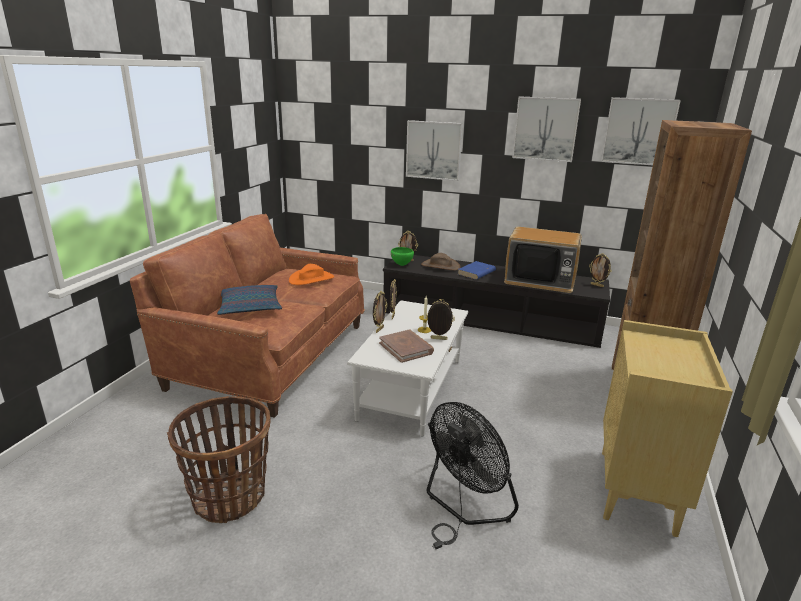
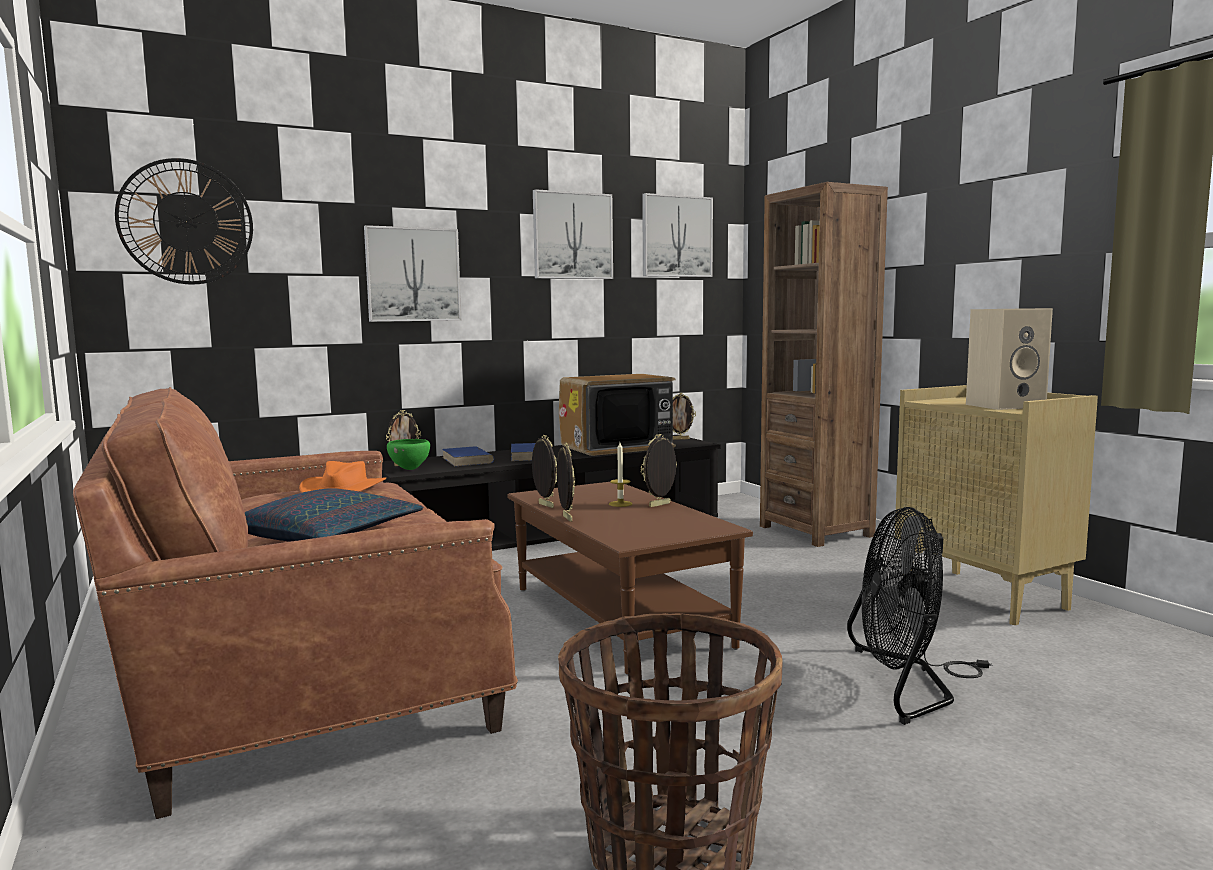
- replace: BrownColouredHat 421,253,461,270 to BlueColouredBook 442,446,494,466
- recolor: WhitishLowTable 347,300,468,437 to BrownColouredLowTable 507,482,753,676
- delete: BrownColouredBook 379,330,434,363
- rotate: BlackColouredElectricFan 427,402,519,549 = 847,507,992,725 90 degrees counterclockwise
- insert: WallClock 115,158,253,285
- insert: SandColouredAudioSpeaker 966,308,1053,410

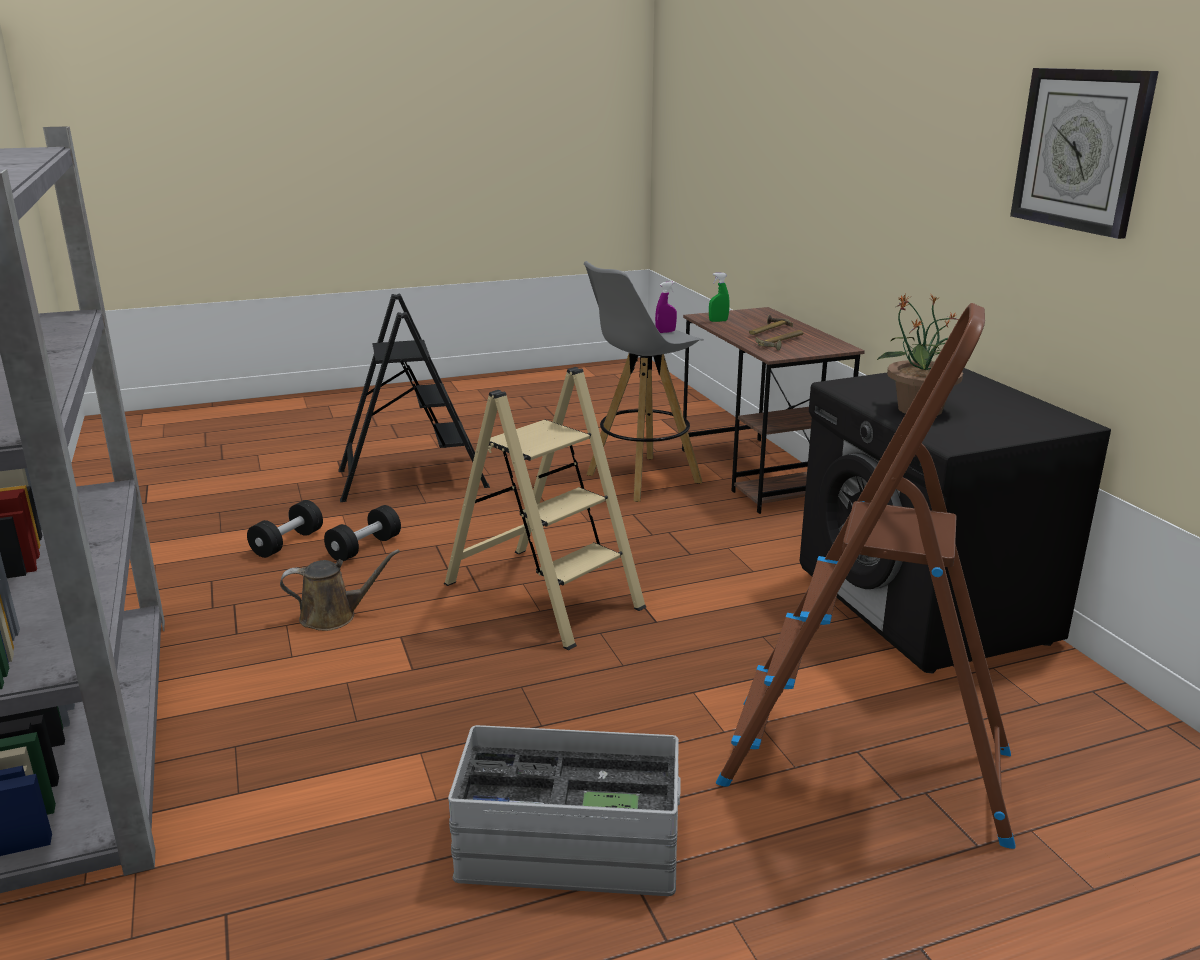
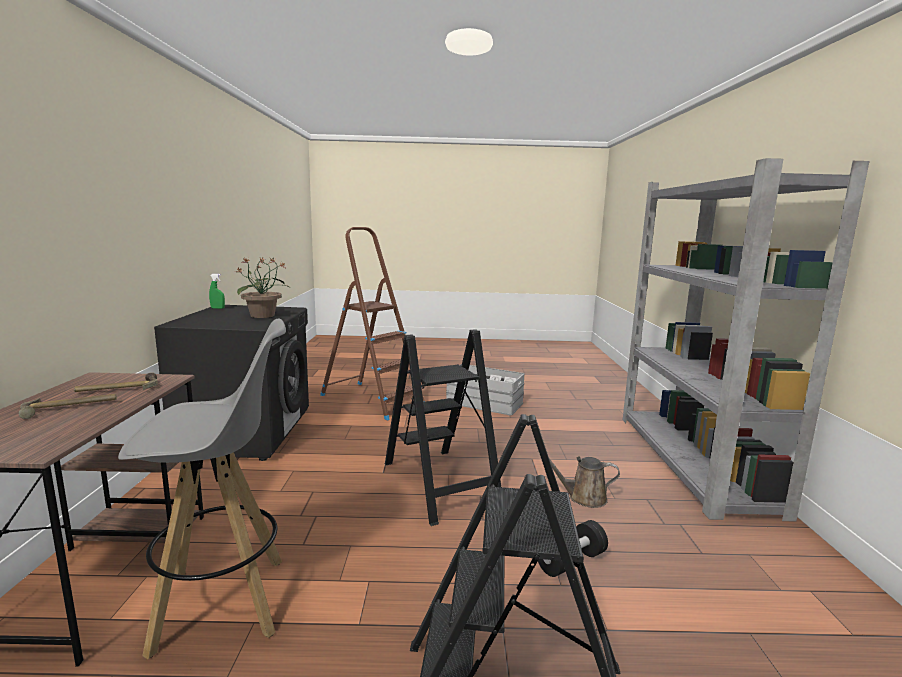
- delete: WallClock 1010,68,1159,239
- move: GreenishSprayer 709,273,729,322 to 209,274,225,309
- delete: PurplishSprayer 655,281,677,333
- recolor: SandColouredStepladder 444,367,646,650 to BlackColouredStepladder 384,329,501,526
- delete: BlackColouredFreeWeight 247,500,323,558

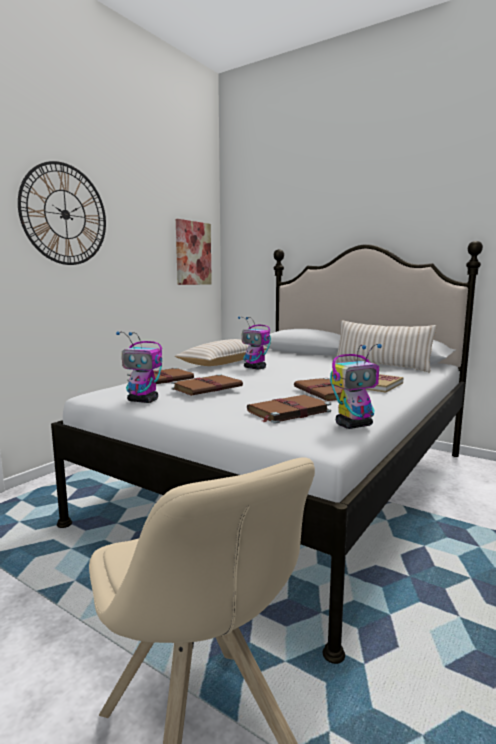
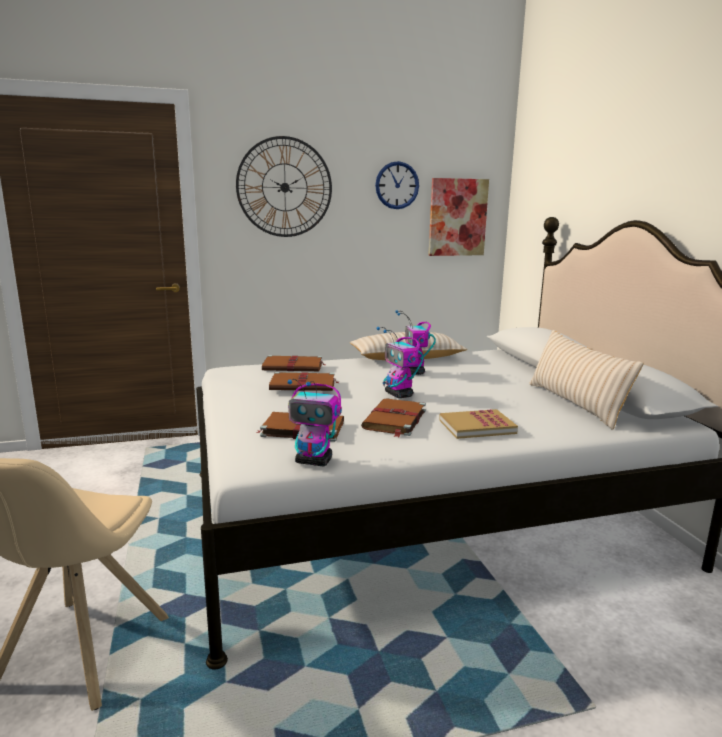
- move: RobotFigure 116,331,162,403 to 377,327,424,398
- insert: WallClock 375,161,419,209

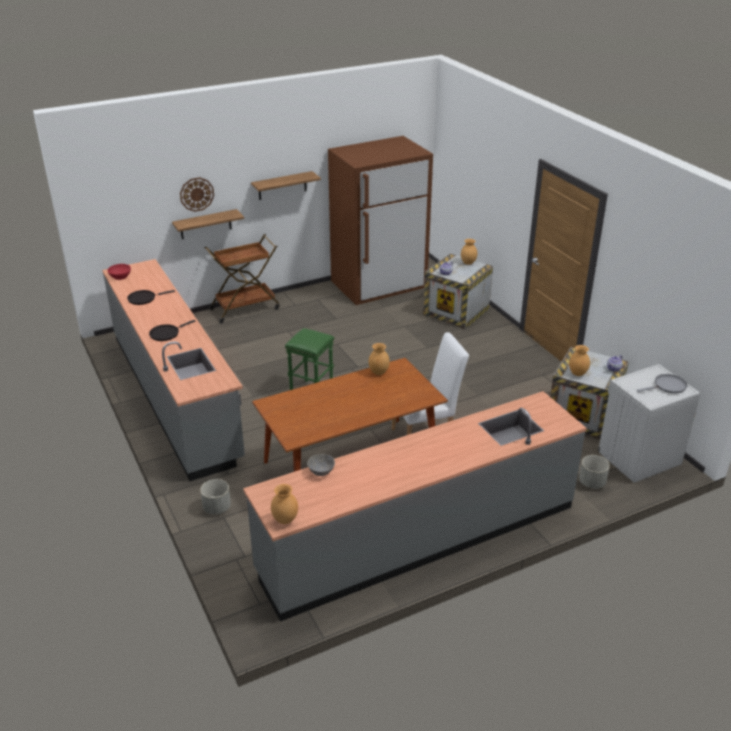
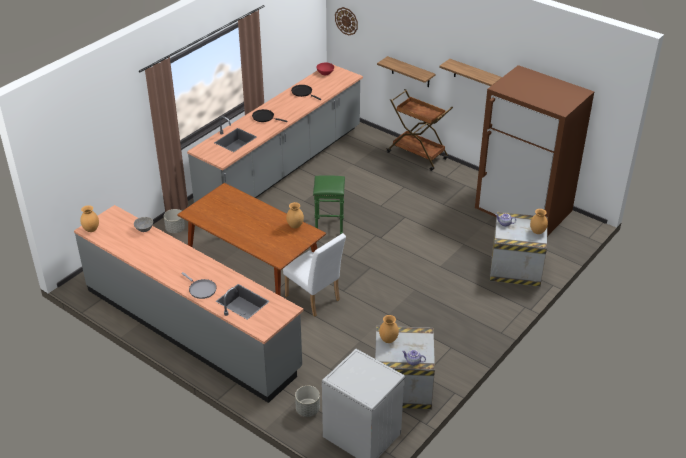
- move: WallClock 180,177,214,212 to 335,7,358,35
- move: GreyPan 637,374,687,393 to 181,272,217,299

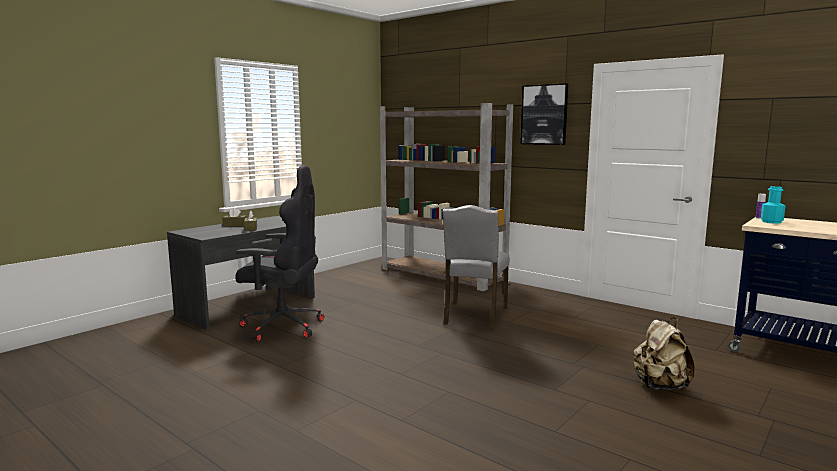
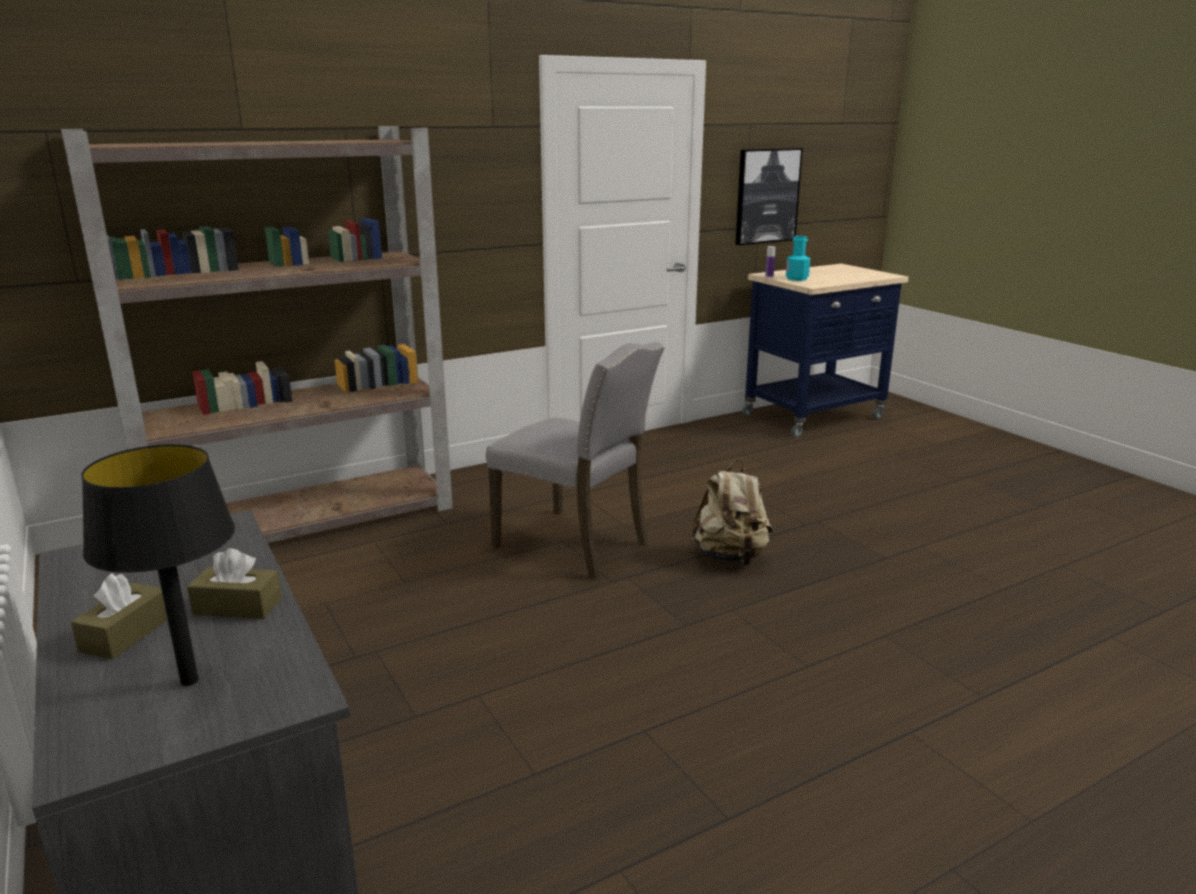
- move: WallArt 521,83,568,145 to 735,148,803,245
- delete: BlackColouredDeskChair 235,165,325,341
- move: SandColouredKnapsack 634,318,695,390 to 689,460,773,565
- insert: BlackColouredTabletopLamp 81,444,235,686

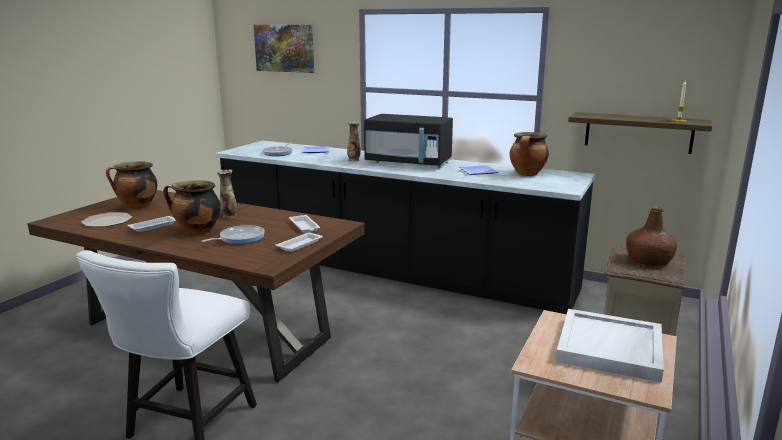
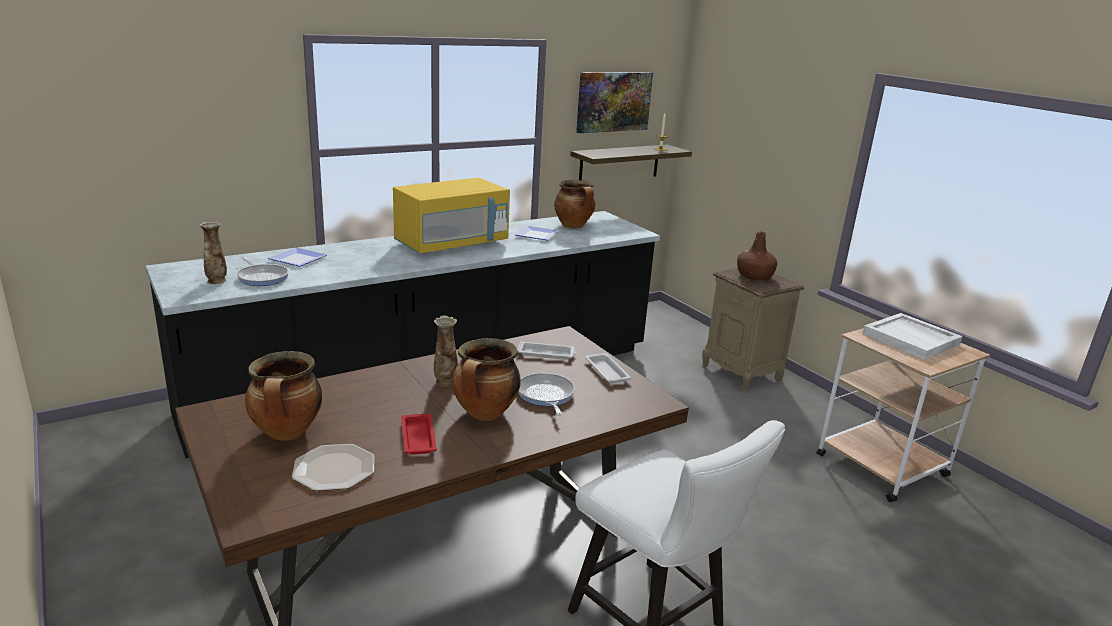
- move: WallArt 254,25,314,73 to 576,72,653,133
- recolor: BlackColouredMicrowave 364,114,453,168 to YellowishMicrowave 393,178,510,254
- move: DecorativeVase 347,122,360,162 to 200,222,227,284
- recolor: WhitishCarryingTray 127,216,176,232 to ReddishCarryingTray 401,414,437,455

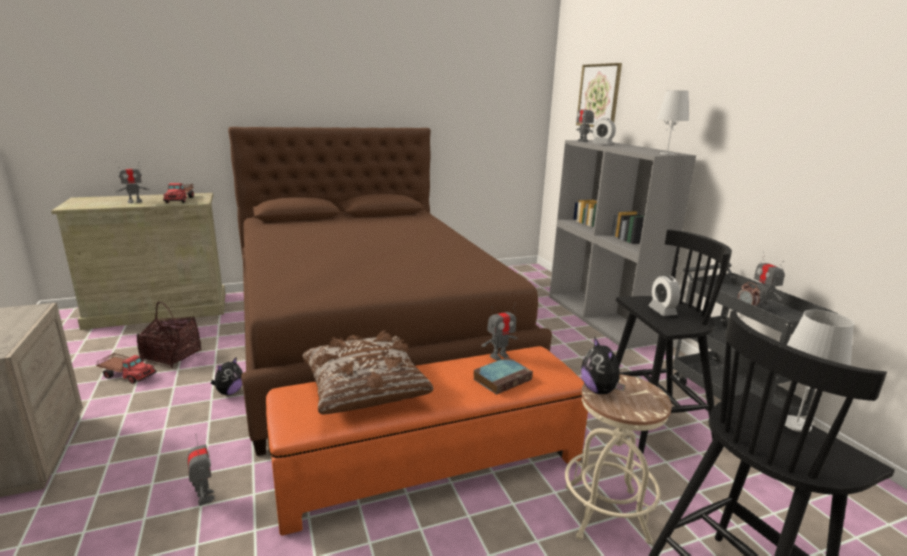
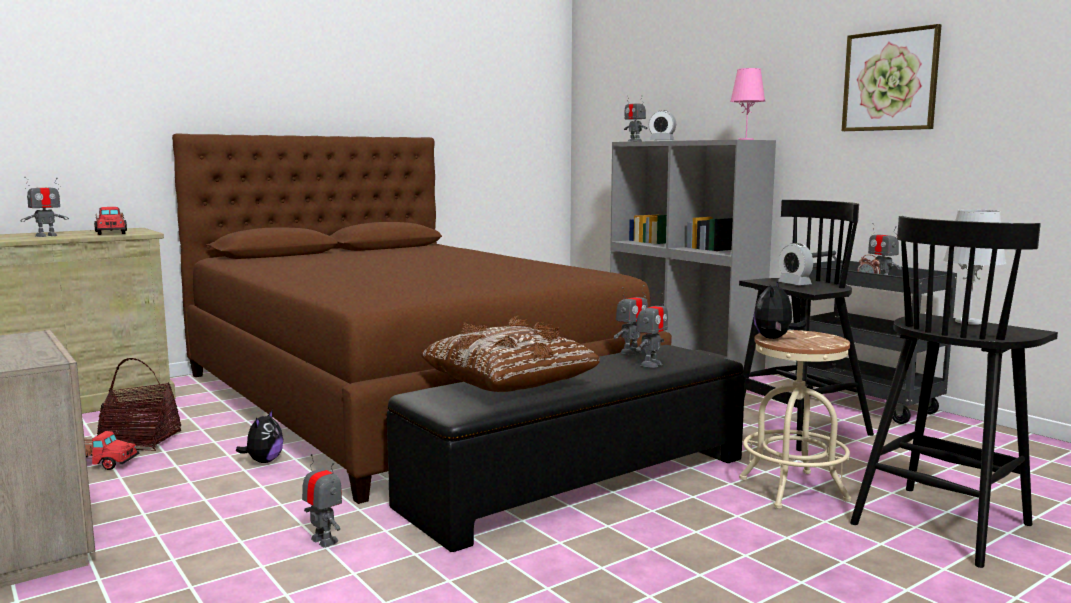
- move: WallArt 576,63,622,127 to 842,24,941,131
- recolor: WhitishTabletopLamp 657,90,689,155 to PinkishTabletopLamp 730,68,765,140
- rotate: CuddlyToy 581,336,625,394 = 754,281,806,339 60 degrees clockwise
- recolor: OrangeColouredBench 265,346,588,536 to BlackColouredBench 387,345,745,552
- replace: Book 474,357,533,395 to RobotFigure 636,293,668,367

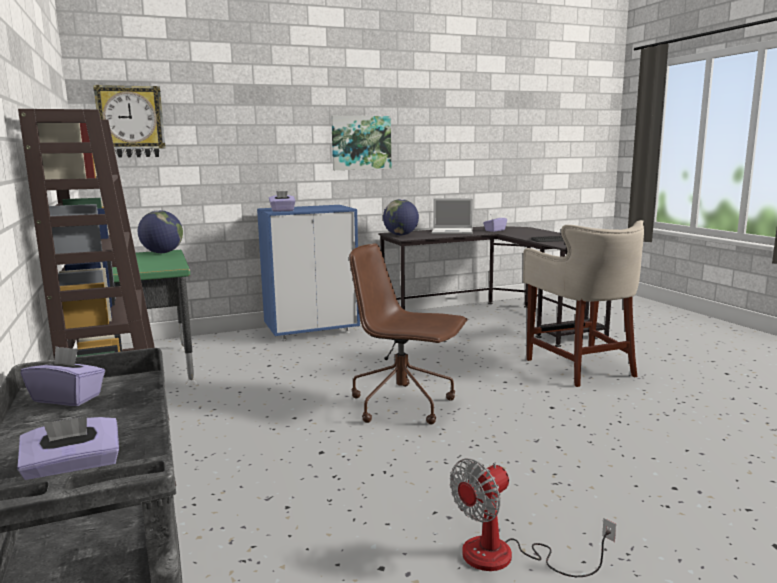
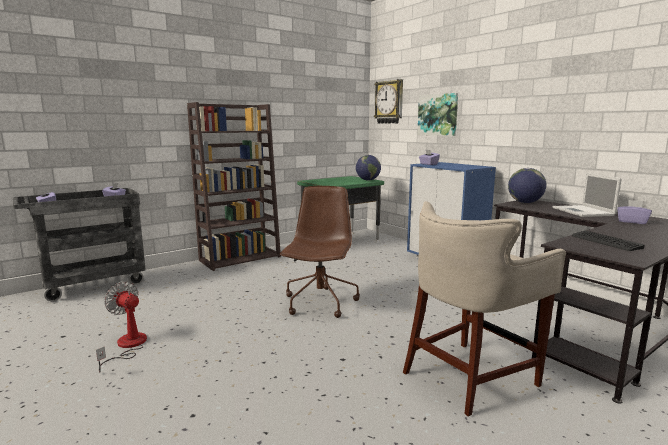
- move: WallArt 331,116,391,170 to 417,93,458,136

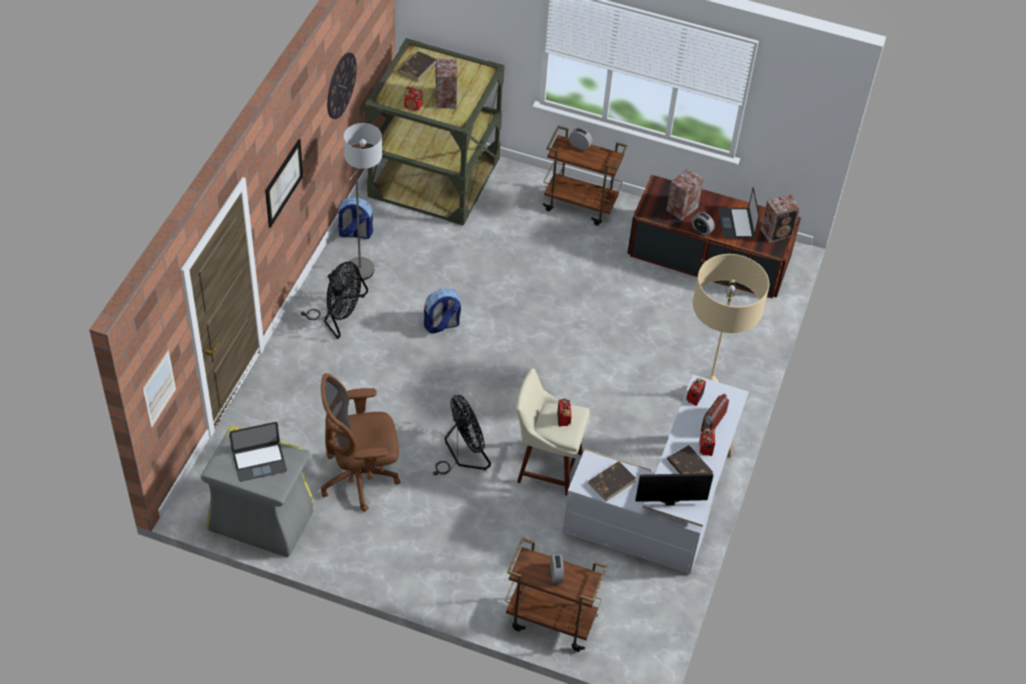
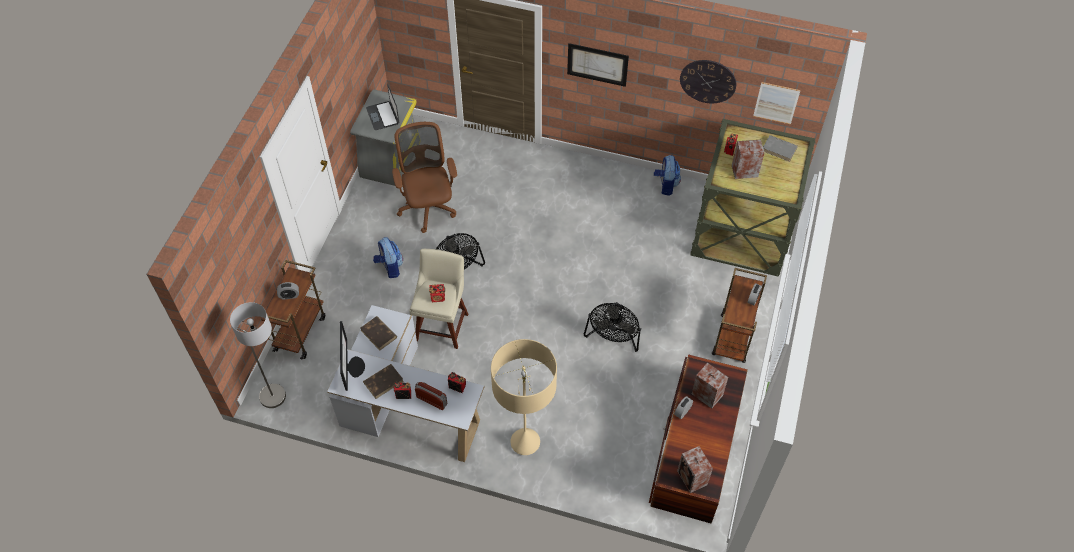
- recolor: BrownColouredBook 398,51,437,82 to GreyBook 763,135,798,162
- move: GreyStandingLamp 344,123,382,281 to 230,302,286,408
- delete: PortableComputer 718,187,760,238
- move: BlackColouredElectricFan 301,261,368,339 to 584,302,641,352
- move: Knapsack 424,289,461,333 to 373,237,403,278
- move: WallArt 142,349,176,428 to 753,82,801,125

